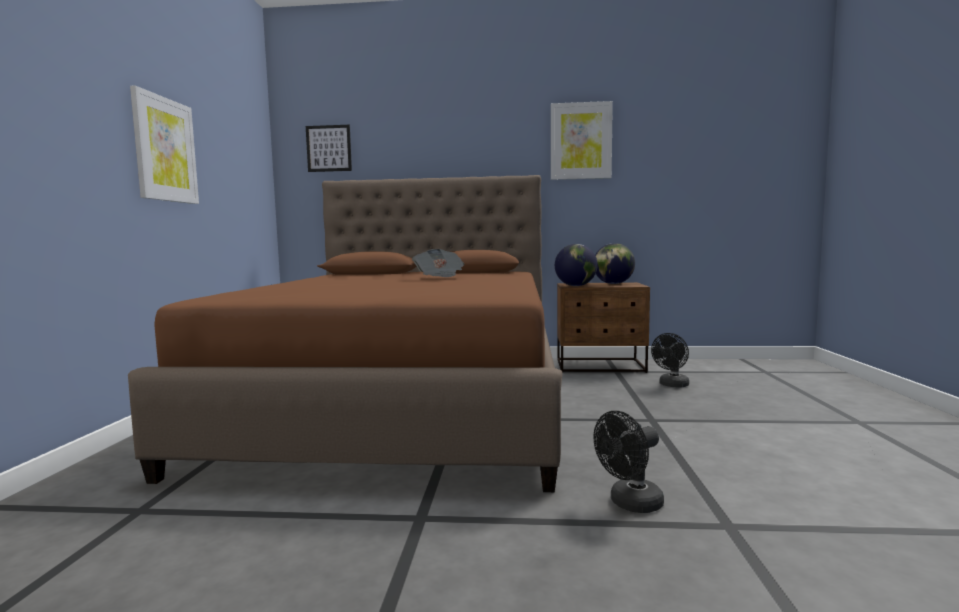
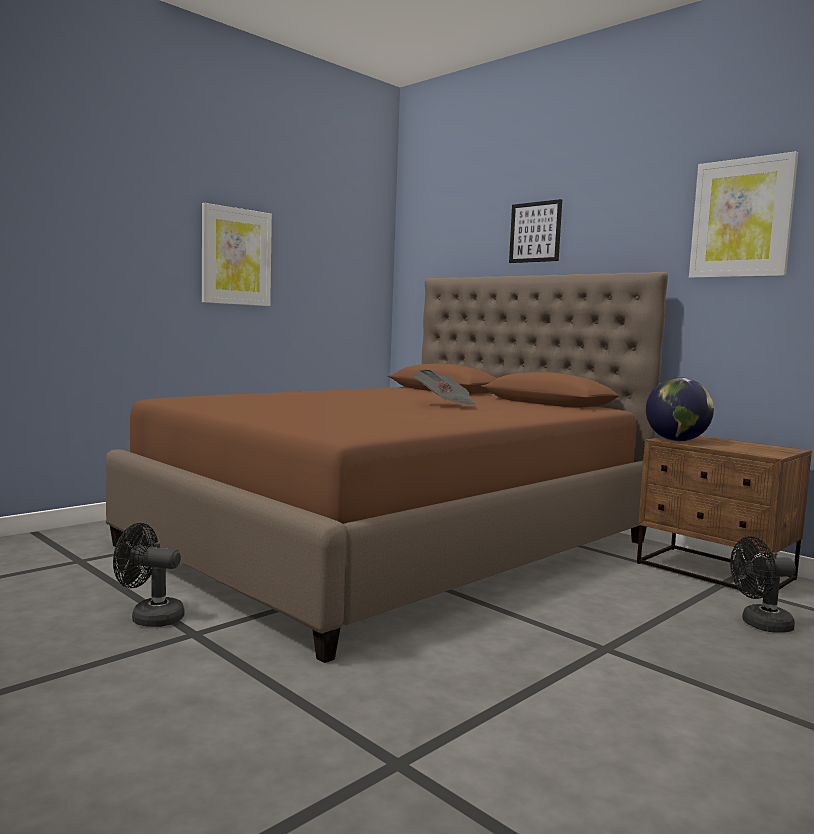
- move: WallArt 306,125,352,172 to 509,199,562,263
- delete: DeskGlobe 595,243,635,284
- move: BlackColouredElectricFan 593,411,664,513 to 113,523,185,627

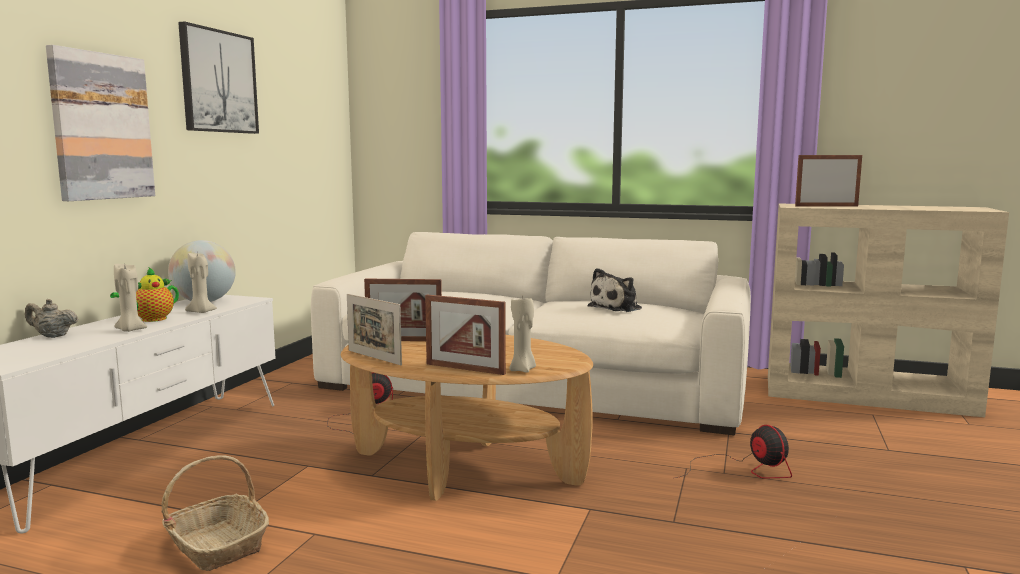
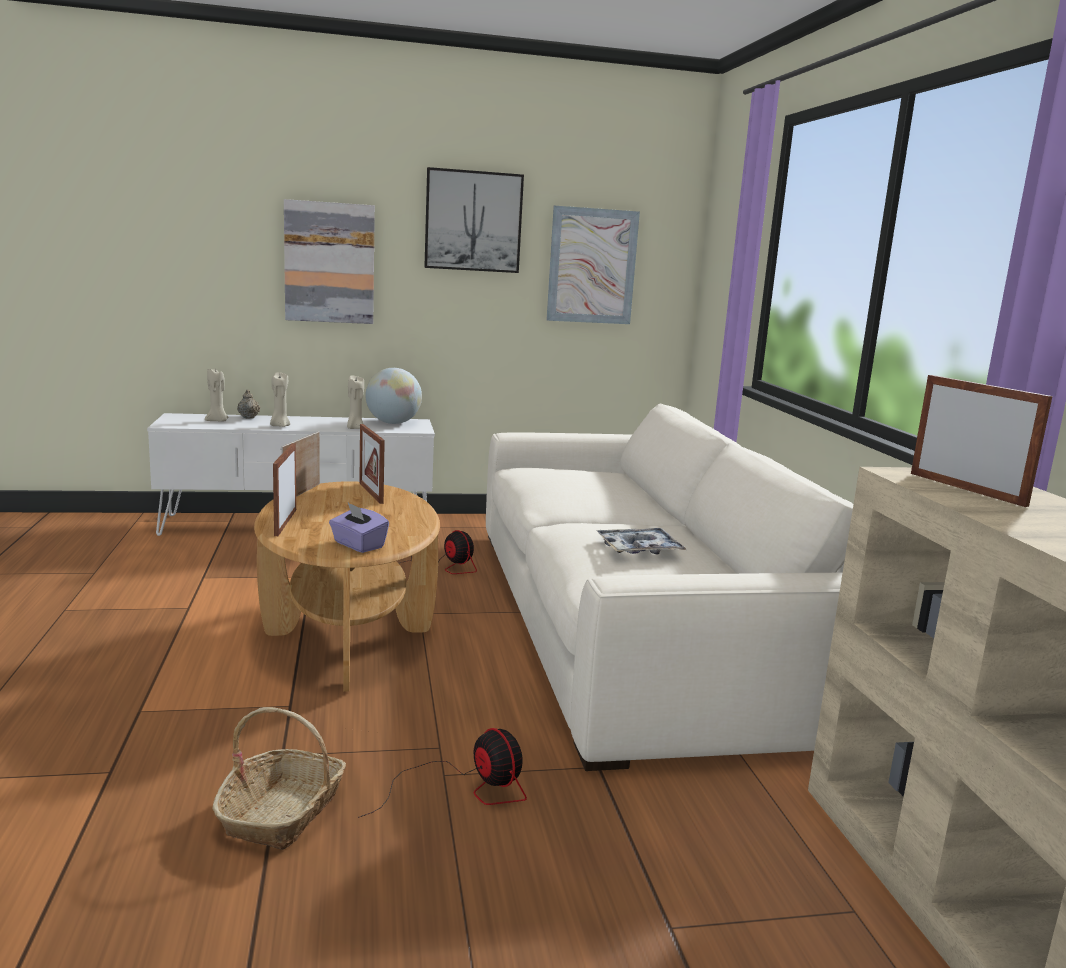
- delete: Teapot 110,268,179,322
- replace: CuddlyToy 587,268,642,312 to CarryingTray 596,528,686,555
- move: SandColouredCandle 509,295,536,373 to 205,369,228,422
- rotate: ElectricFan 675,425,792,479 = 358,728,527,818 75 degrees counterclockwise
- move: Basket 162,455,269,571 to 212,707,346,850
- insert: WallArt 547,206,640,324
- insert: PurplishTissueHolder 329,503,389,553

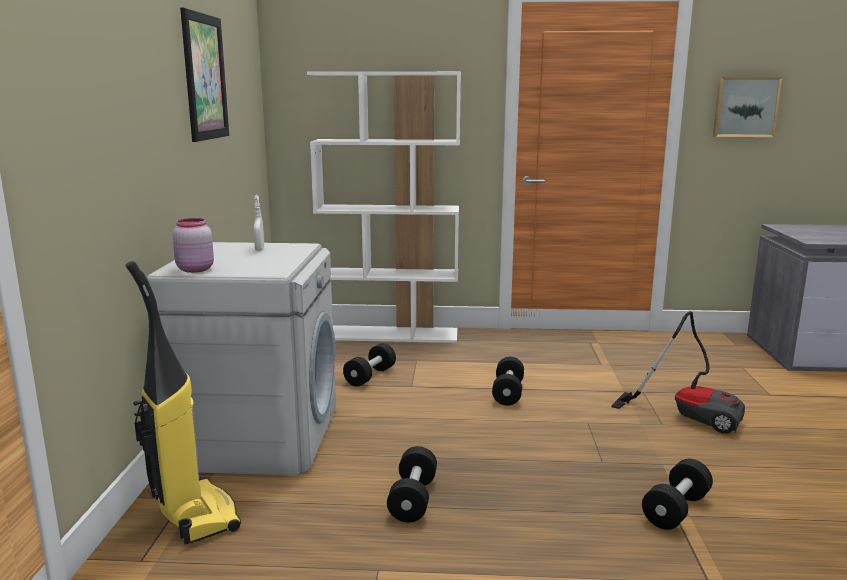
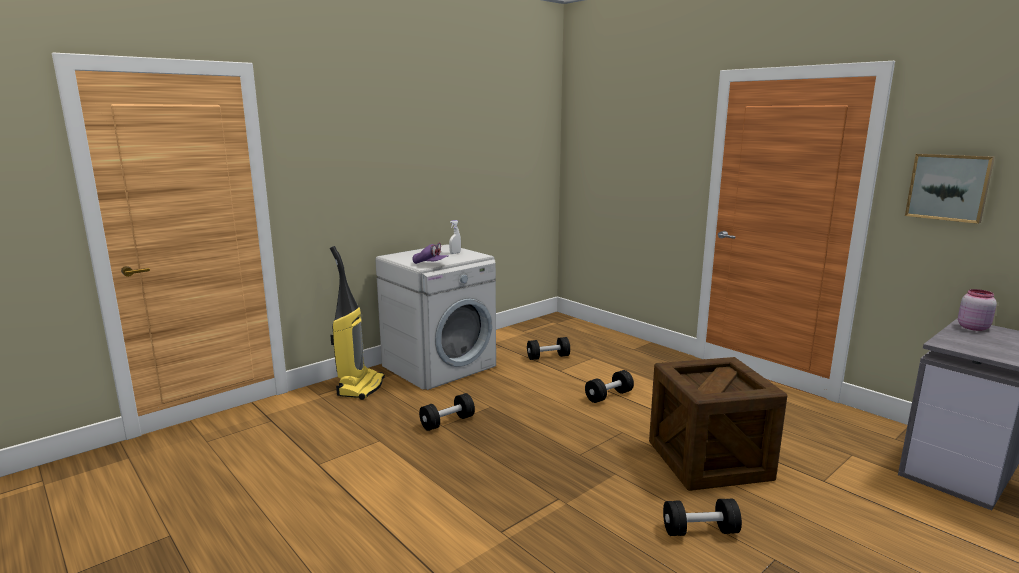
- delete: WallArt 180,7,229,142
- delete: WhitishBookcase 307,71,461,343
- move: PinkishPreserveJar 173,218,214,273 to 958,289,997,331
- replace: VacuumCleaner 611,311,745,434 to PackingCrate 649,357,788,491
- move: BlackColouredFreeWeight 642,459,713,530 to 663,499,742,536
- insert: PurplishCap 412,243,448,264

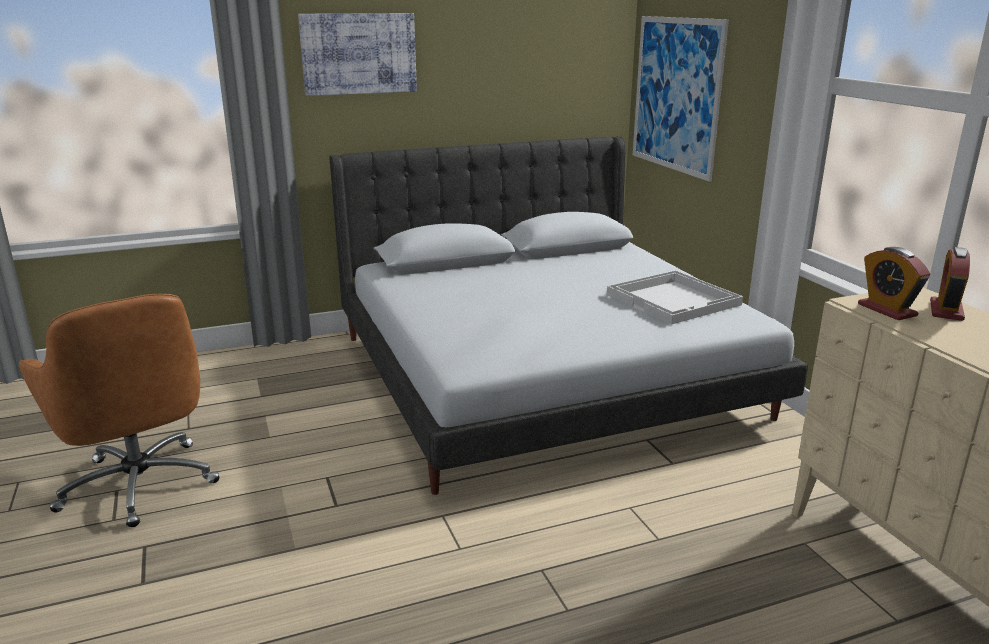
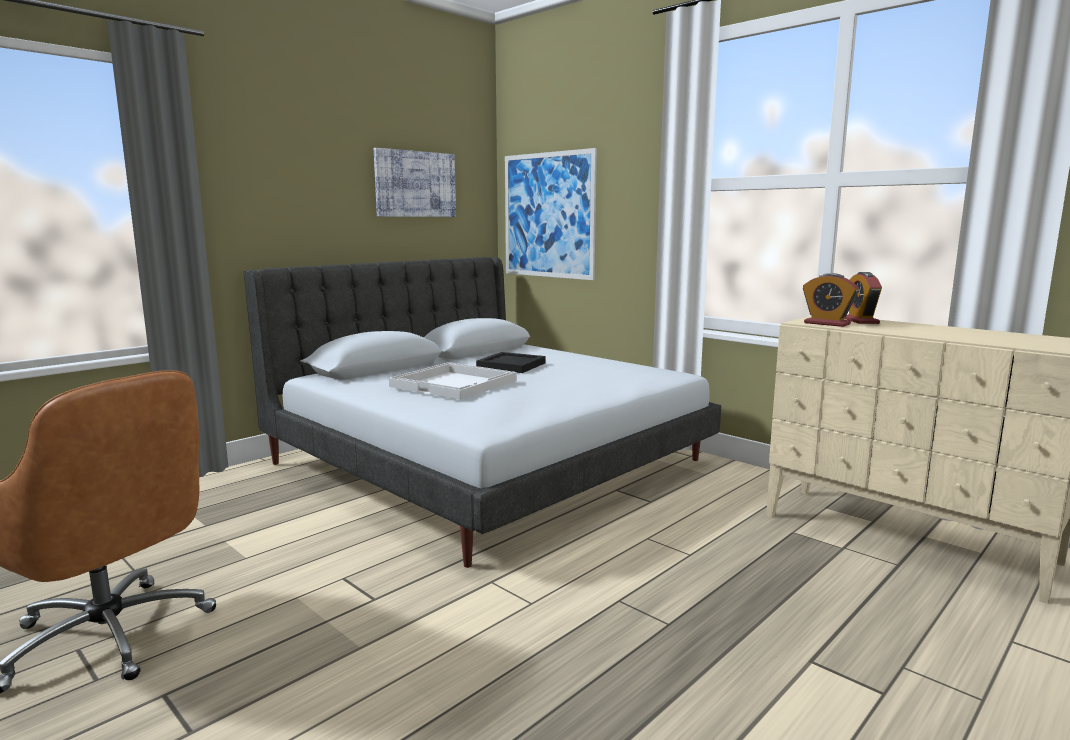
- move: WallArt 298,13,417,96 to 374,148,456,217
- move: WhitishCarryingTray 607,270,743,325 to 389,362,517,400
- insert: BlackColouredCarryingTray 476,352,545,373

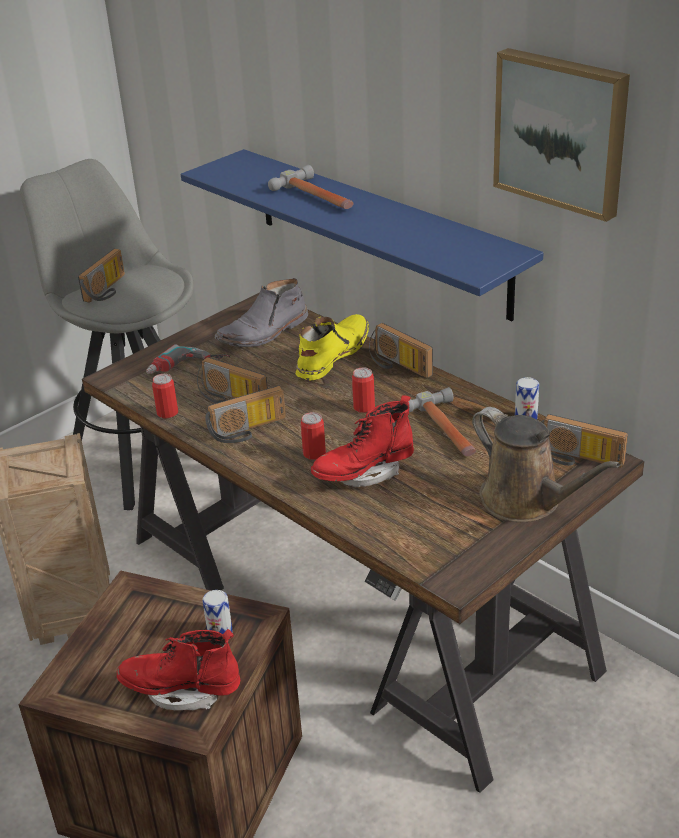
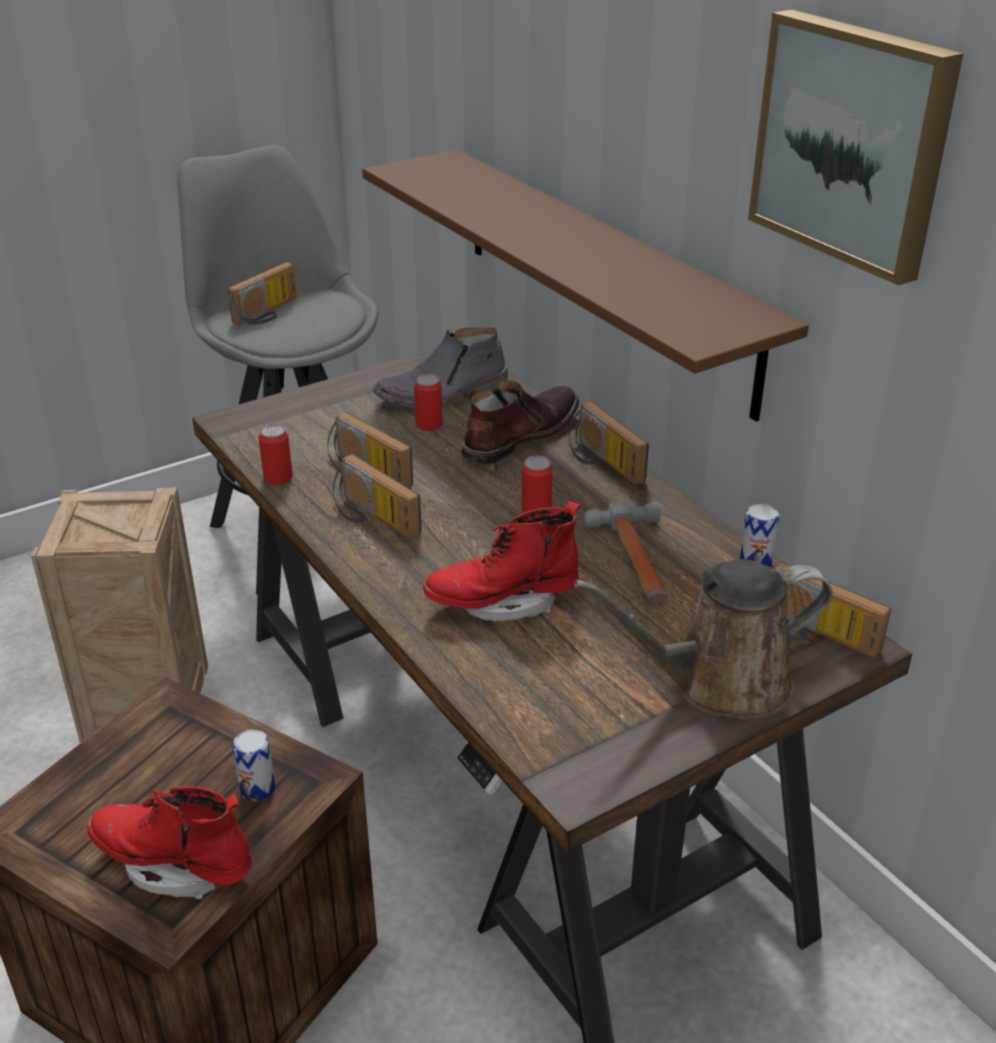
- recolor: BlueColouredShelf 181,149,543,321 to BrownColouredShelf 362,150,809,422
- delete: ToolHammer 268,165,354,209
- recolor: YellowishHighTopBoot 296,314,369,381 to BrownColouredHighTopBoot 461,380,579,465
- delete: ElectricDrill 146,344,231,374
- rotate: Radio 205,386,286,443 = 333,454,421,540 60 degrees clockwise
- rotate: BrownColouredWateringPot 472,407,621,522 = 574,559,833,720 105 degrees clockwise
- move: MetalCan 301,412,326,460 to 414,374,442,431

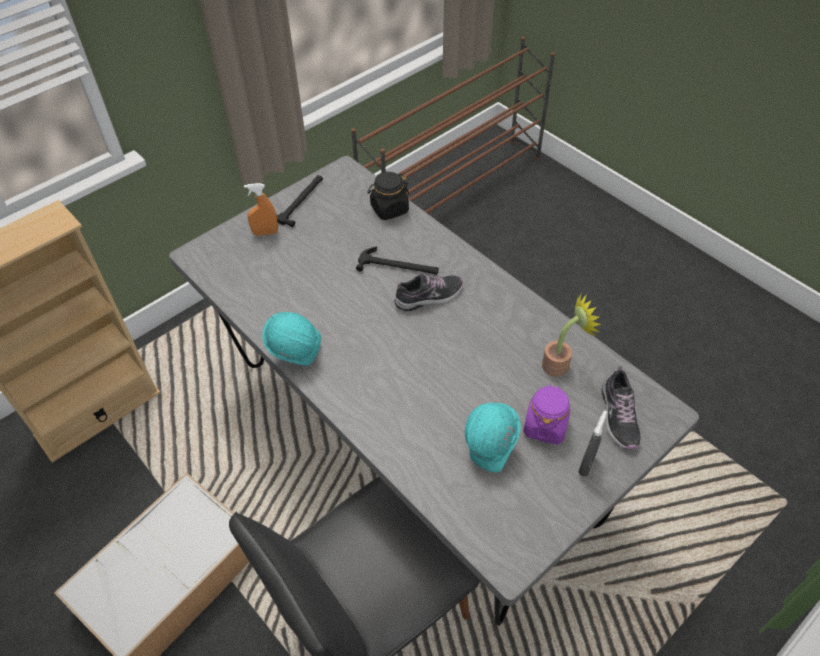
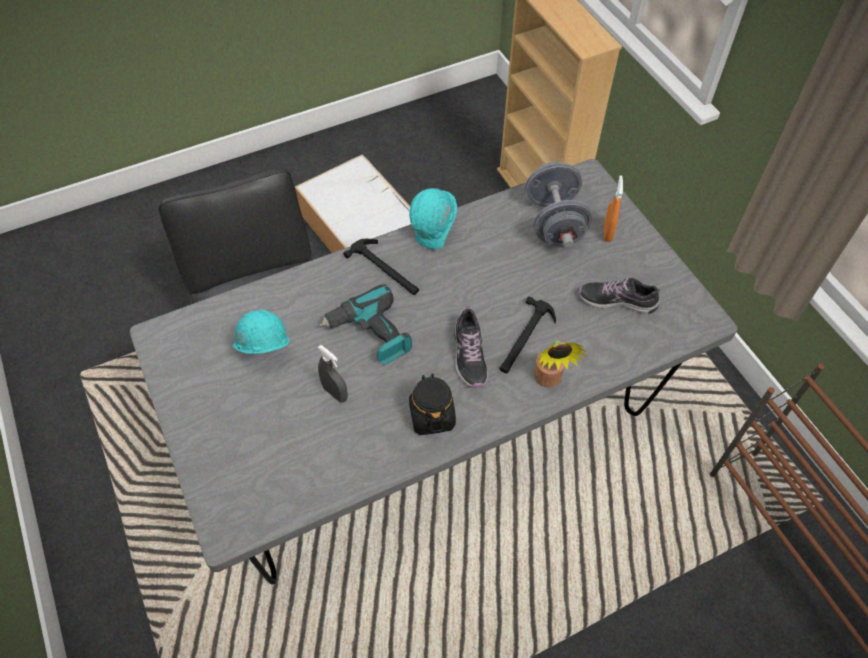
- move: BlackColouredPreserveJar 368,172,409,220 to 409,374,456,435
- move: ToolHammer 277,175,323,227 to 343,239,419,295
- move: Houseplant 542,292,601,377 to 534,340,587,388
- move: LowShoe 602,366,641,449 to 579,278,660,314
- delete: PurplishPreserveJar 523,383,571,444
- move: GreySprayer 578,411,607,476 to 318,345,348,403
- insert: GreyFreeWeight 525,162,593,248
- insert: ElectricDrill 319,284,412,365

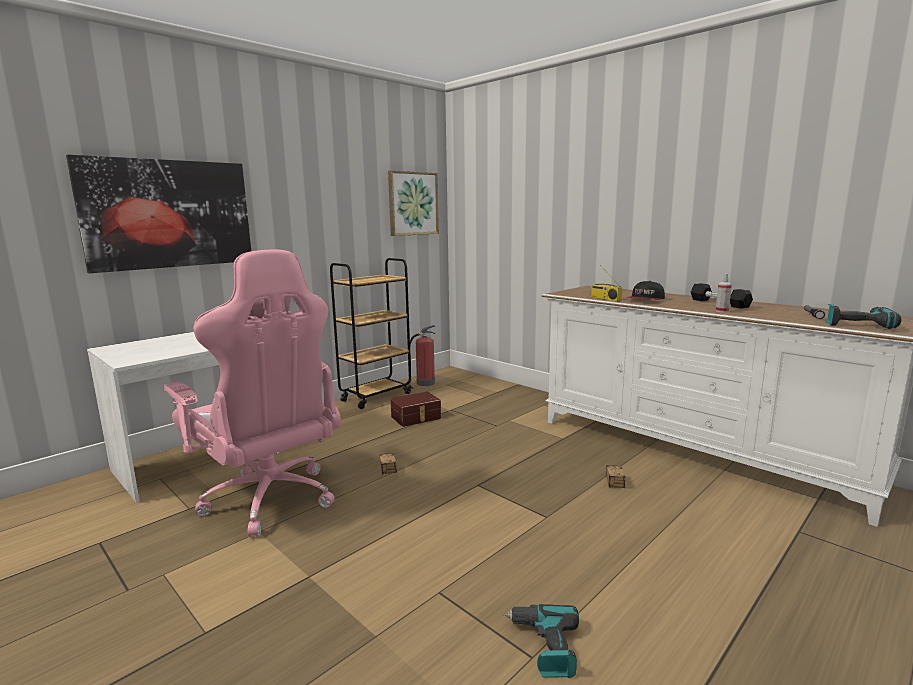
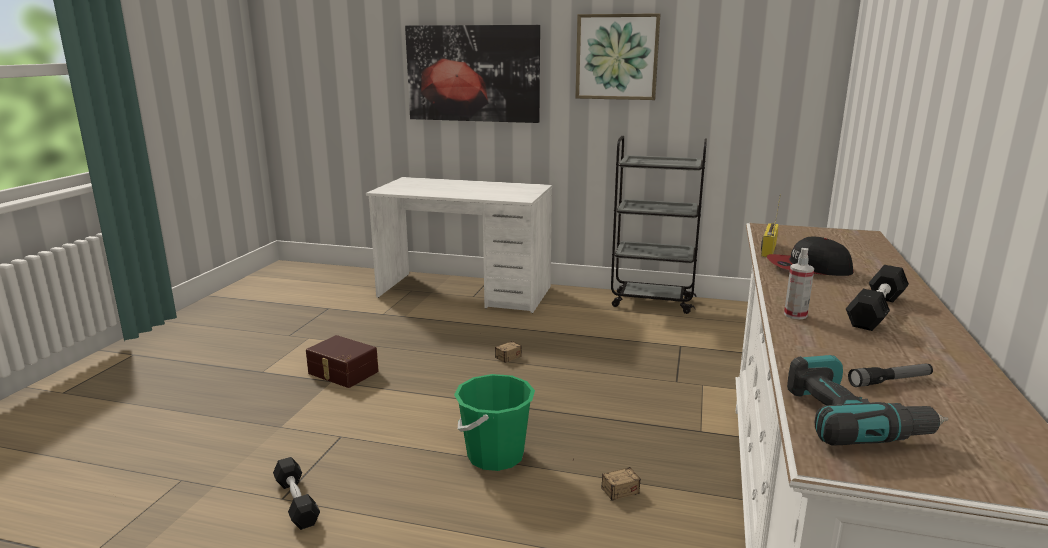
- move: WallArt 388,170,439,236 to 575,13,660,100
- delete: PinkishDeskChair 164,250,341,537
- recolor: BrownColouredWheeledCart 330,258,413,409 to GreyWheeledCart 611,136,707,314
- delete: FireExtinguisher 408,325,435,386
- move: BrownColouredStorageBin 391,392,441,427 to 306,335,379,388
- replace: ElectricDrill 504,604,579,678 to BlackColouredFreeWeight 273,457,320,530
- insert: GreenishPail 454,374,535,471

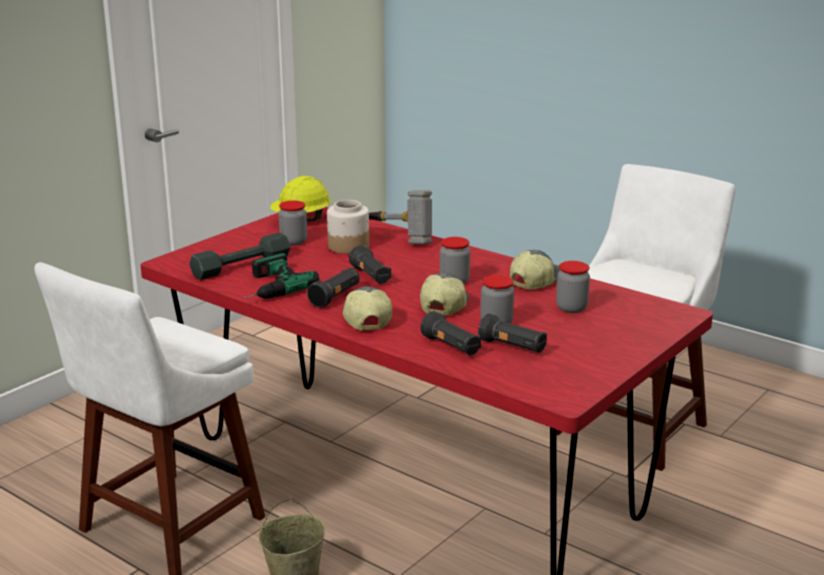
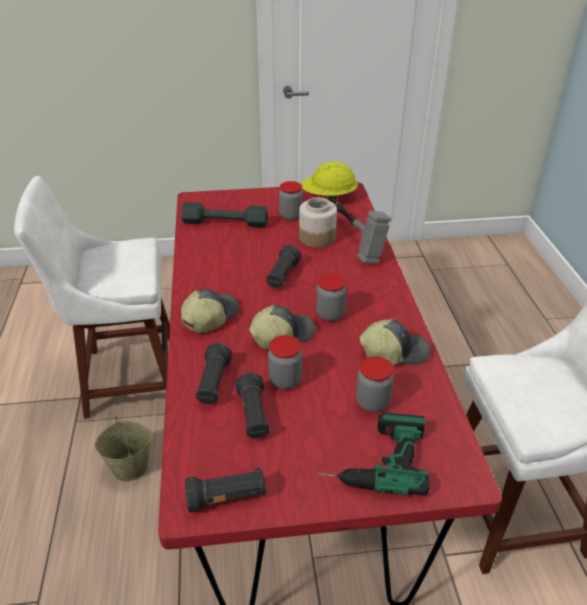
- move: ElectricDrill 243,253,319,299 to 318,413,430,495
- move: BlackColouredHandTorch 307,268,359,308 to 185,467,267,512

